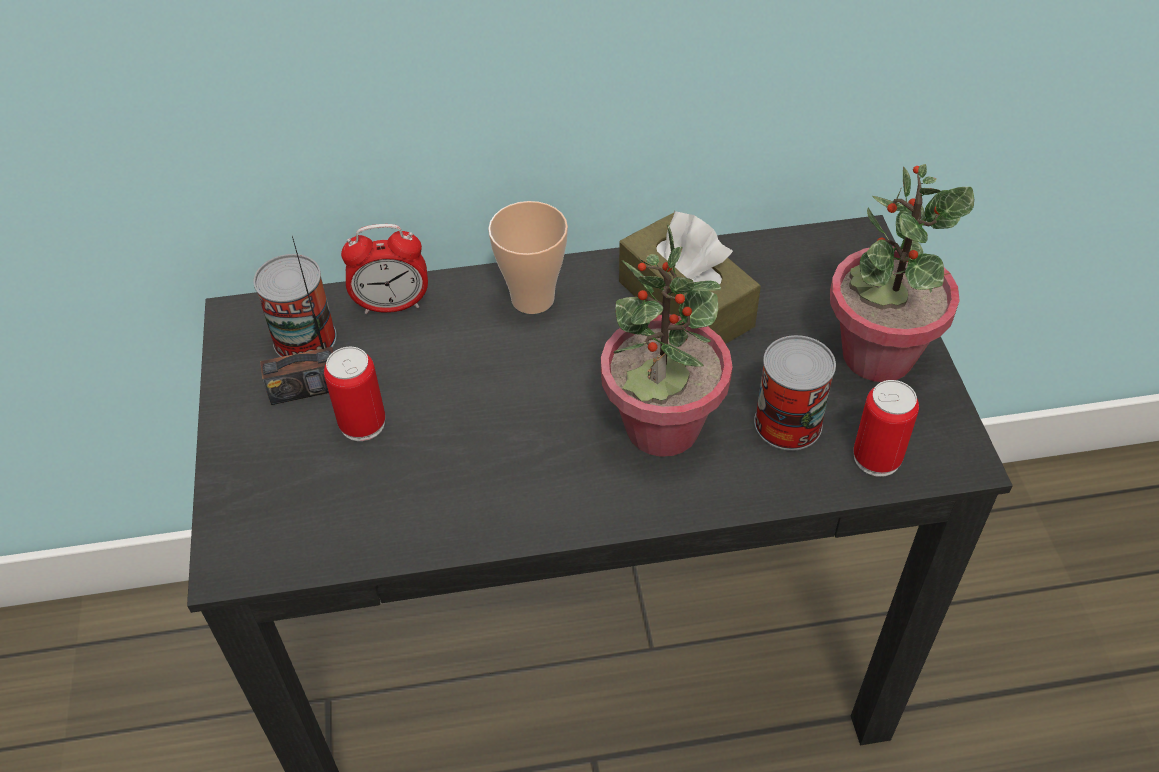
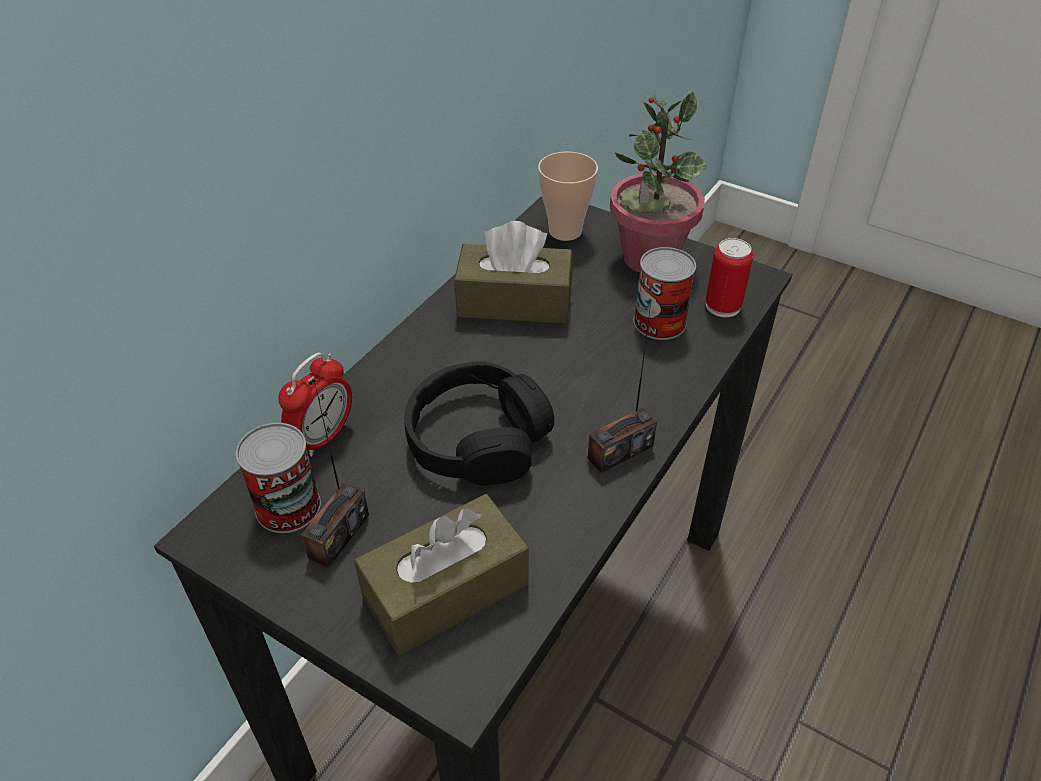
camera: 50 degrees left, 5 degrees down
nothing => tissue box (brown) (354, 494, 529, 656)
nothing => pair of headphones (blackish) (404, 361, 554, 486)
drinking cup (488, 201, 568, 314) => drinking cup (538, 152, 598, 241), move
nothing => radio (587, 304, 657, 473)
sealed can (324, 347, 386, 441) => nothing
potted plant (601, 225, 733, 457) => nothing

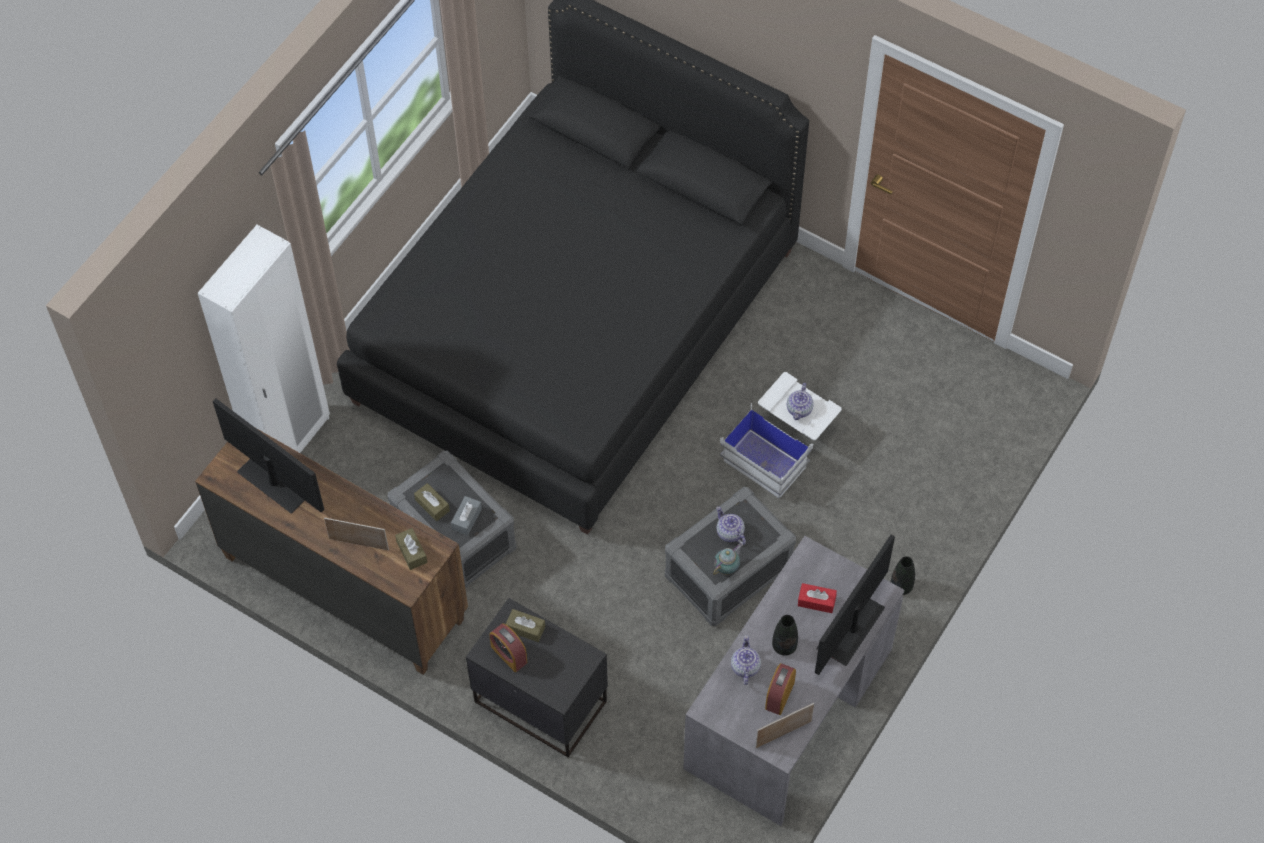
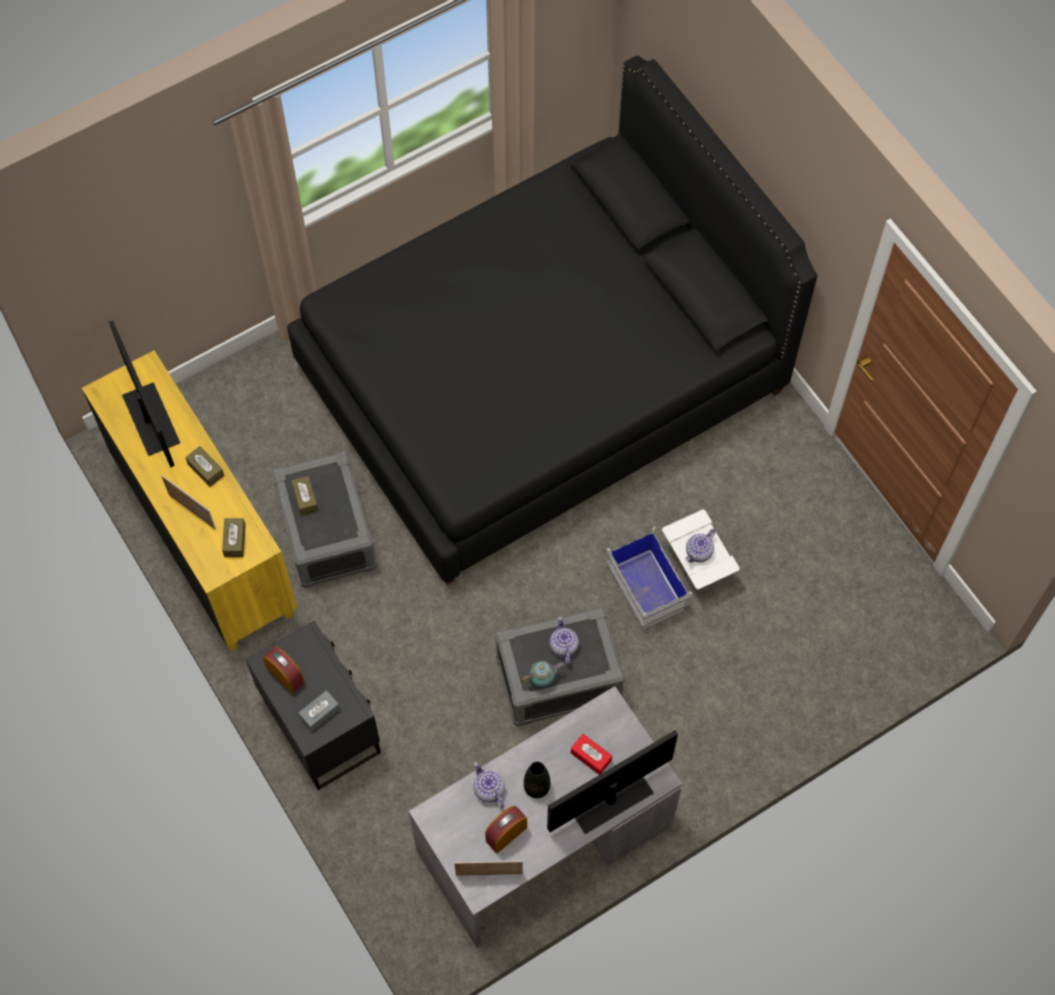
camera: 25 degrees right, 5 degrees up
chest of drawers (brown) (195, 428, 468, 675) => chest of drawers (yellow) (82, 350, 297, 652)
tissue box (brown) (506, 609, 545, 642) => tissue box (brown) (185, 446, 224, 487), move
alarm clock (490, 623, 527, 672) => alarm clock (263, 646, 305, 694), 150 degrees clockwise
tissue box (greyish) (451, 496, 482, 536) => tissue box (greyish) (298, 690, 340, 732), move
teapot (731, 635, 761, 685) => teapot (473, 762, 505, 808), 60 degrees counterclockwise
wardrobe (whitish) (198, 225, 330, 453) => nothing
vase (blackish) (891, 556, 915, 595) => nothing

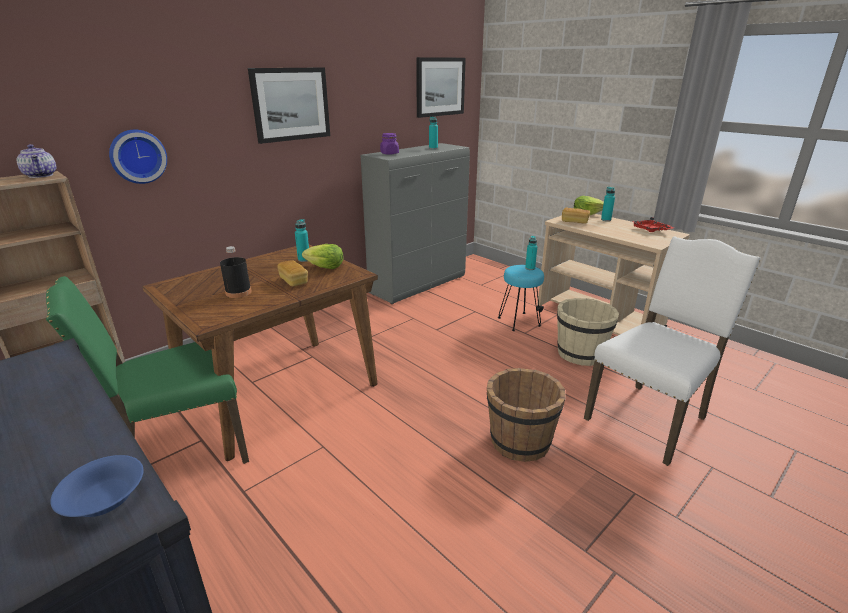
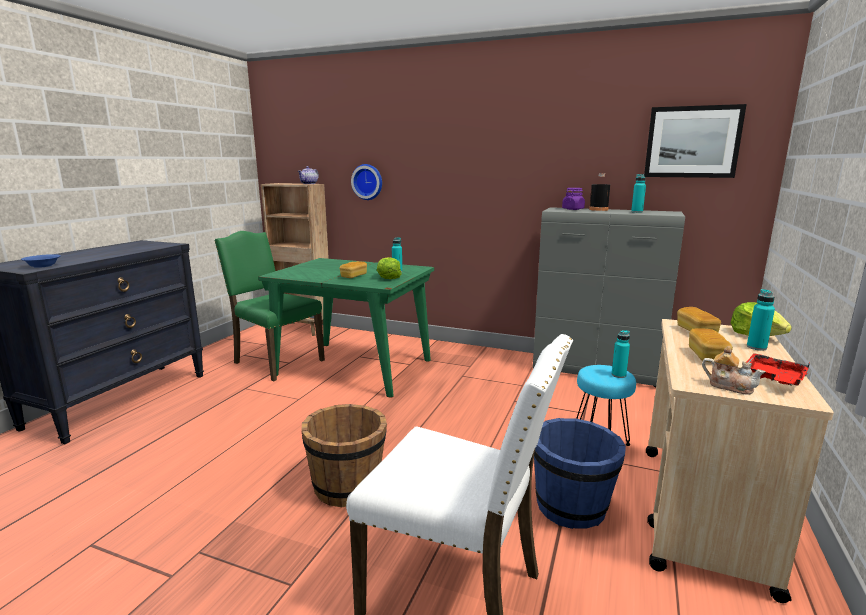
camera: 65 degrees right, 10 degrees down
kitchen table (brown) (142, 245, 378, 461) => kitchen table (greenish) (258, 258, 434, 398)
water bucket (sand-coloured) (557, 298, 619, 366) => water bucket (blue) (534, 418, 626, 529)
bottle (blackish) (220, 246, 252, 298) => bottle (blackish) (589, 173, 610, 211), move
nothing => bakery bread (689, 328, 733, 362)
nothing => teapot (702, 346, 765, 395)
wall art (248, 67, 330, 144) => nothing

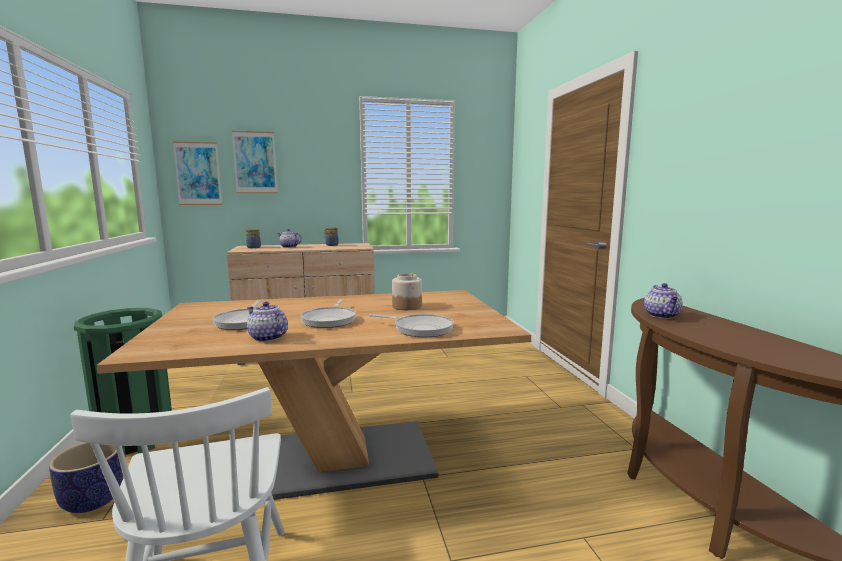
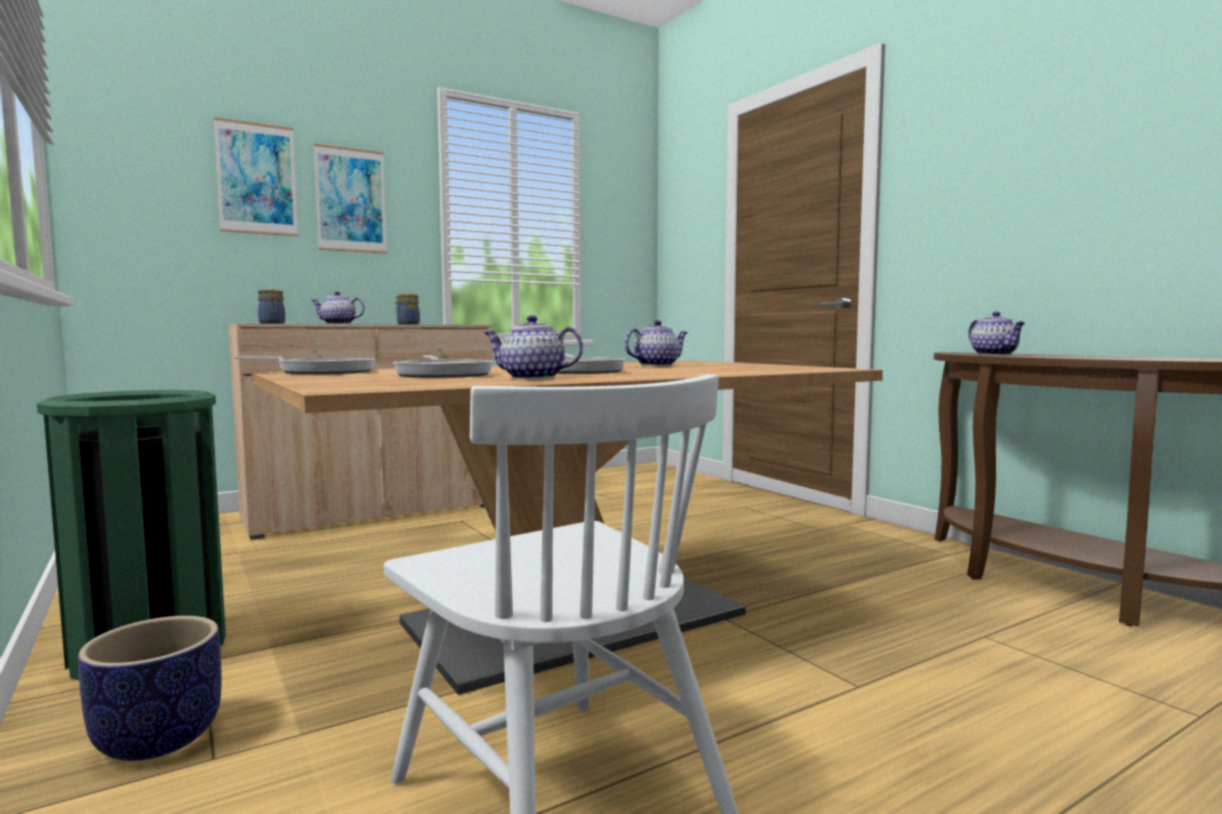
camera: 20 degrees left, 5 degrees down
frying pan (369, 314, 454, 338) => frying pan (233, 357, 375, 374), move
wall art (173, 142, 222, 205) => wall art (314, 144, 387, 254), move
jar (392, 273, 422, 310) => teapot (624, 320, 688, 366)

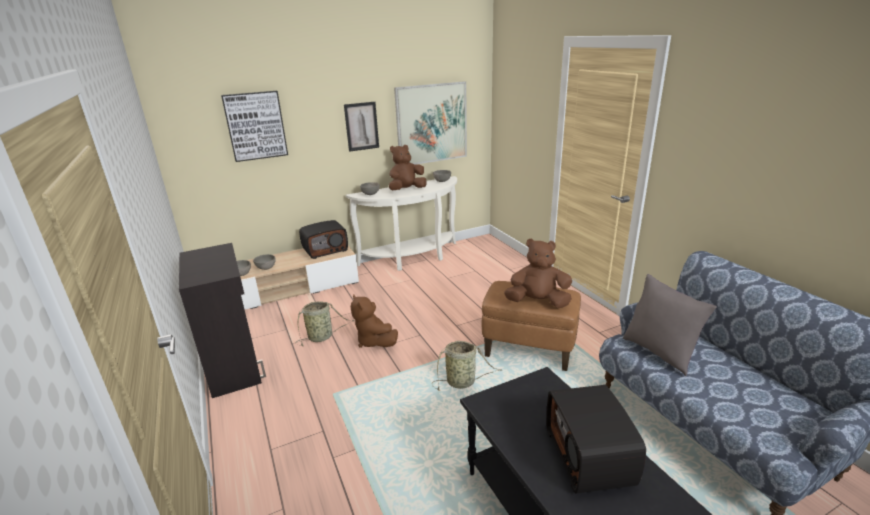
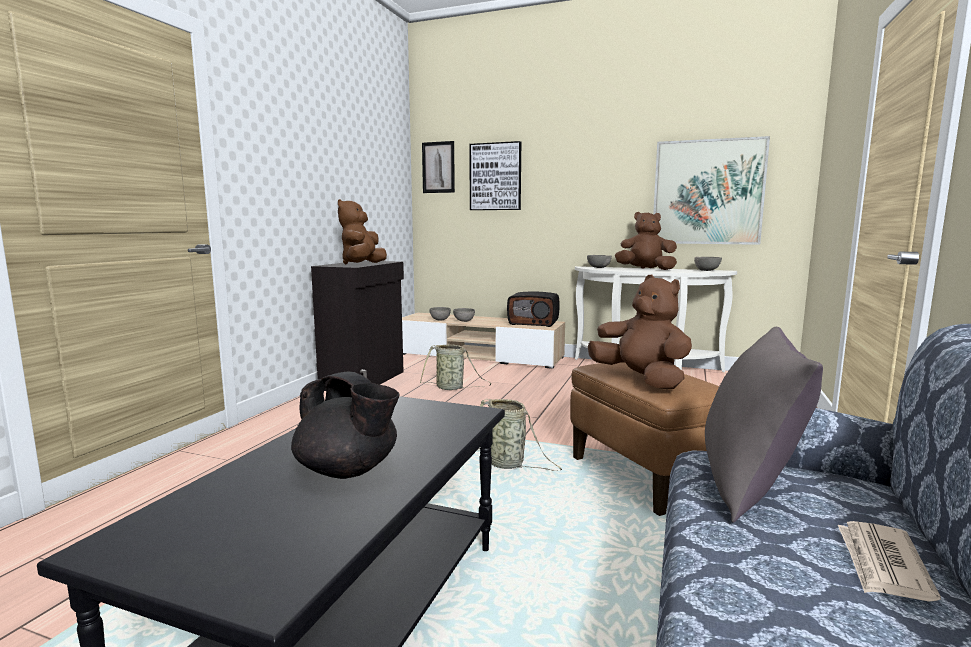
camera: 45 degrees right, 15 degrees down
radio (546, 385, 646, 494) => teapot (blackish) (291, 372, 399, 479)
cuddly toy (brown) (351, 295, 398, 348) => cuddly toy (brown) (338, 199, 387, 264), move
wall art (344, 102, 379, 152) => wall art (422, 141, 455, 193), move
nothing => newspaper (838, 521, 941, 602)

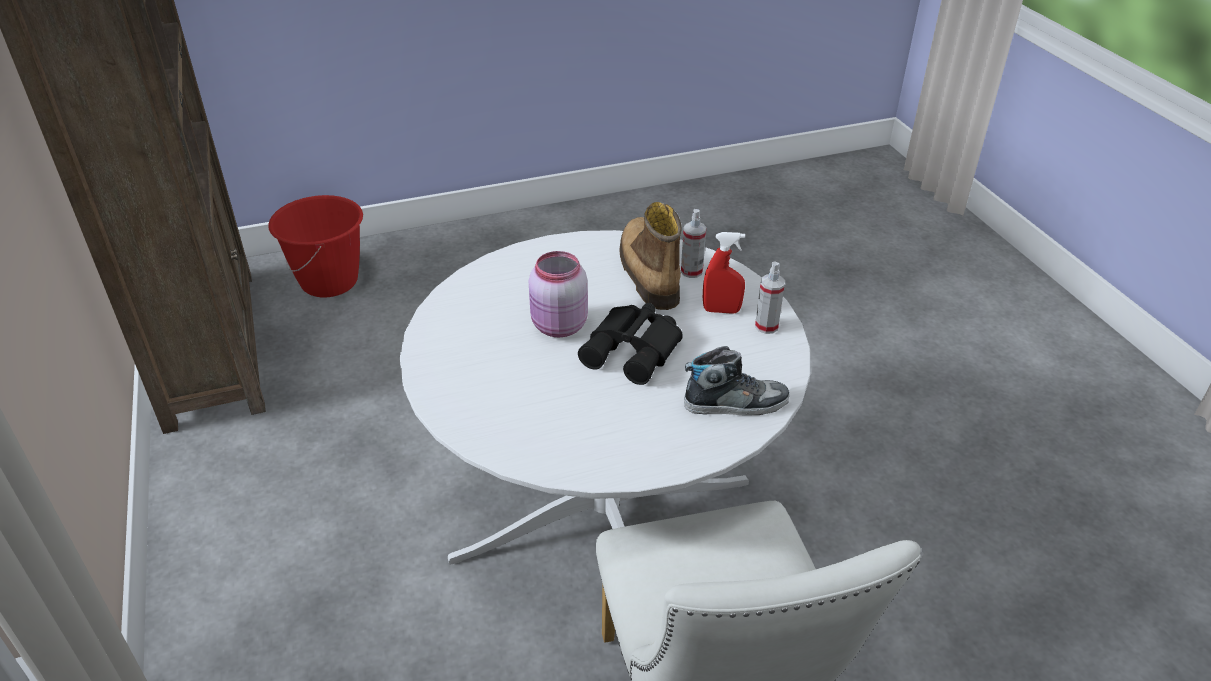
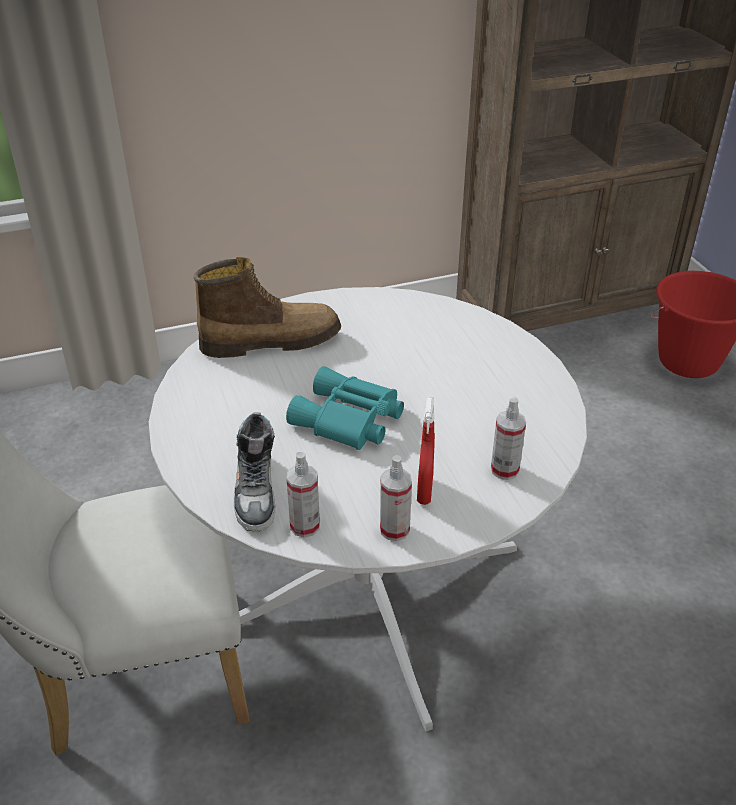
camera: 90 degrees right, 0 degrees up
boot (619, 202, 682, 310) => boot (193, 257, 341, 358), move
pair of binoculars (blackish) (578, 303, 683, 385) => pair of binoculars (turquoise-coloured) (286, 366, 404, 450)
nothing => spray bottle (286, 452, 320, 538)
jar (pink-coloured) (529, 251, 588, 337) => nothing

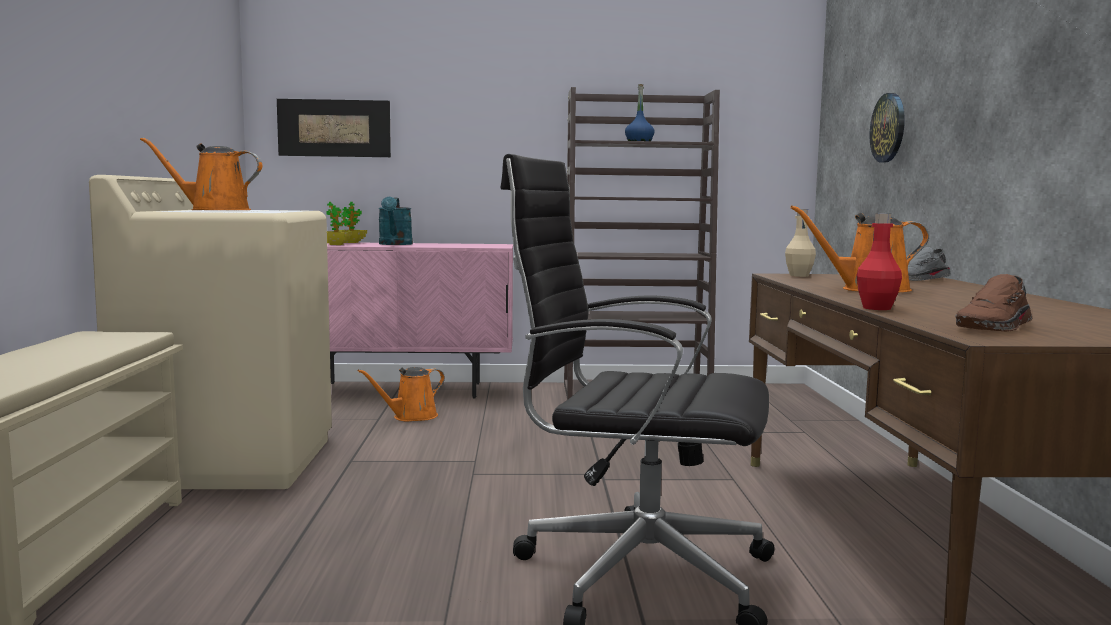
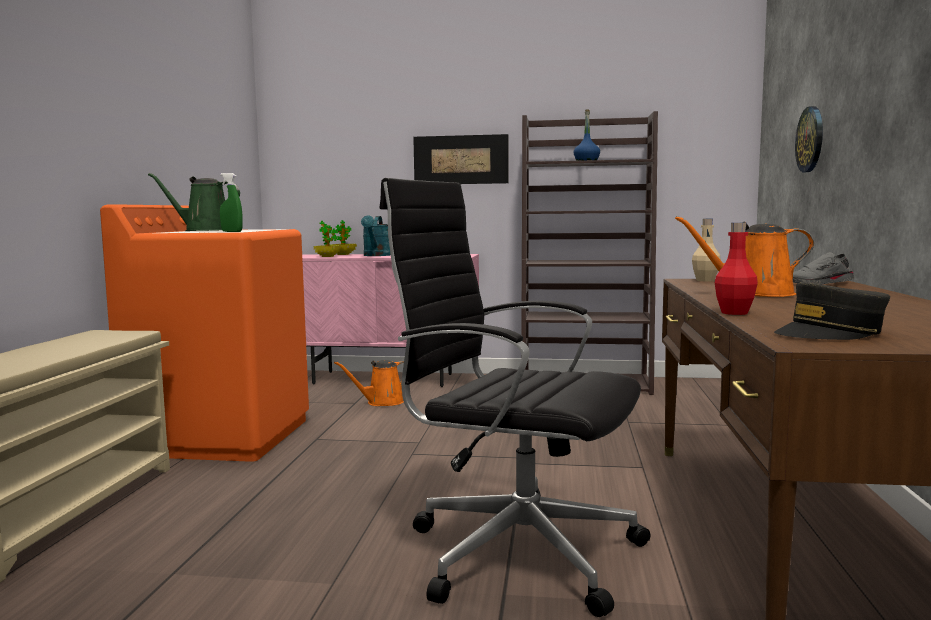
camera: 10 degrees right, 0 degrees up
laundry machine (sand-coloured) (89, 175, 332, 489) => laundry machine (orangey) (100, 204, 309, 462)
watering pot (orangey) (140, 137, 263, 210) => watering pot (greenish) (148, 173, 240, 231)
nothing => spray bottle (greenish) (220, 173, 243, 232)
wall art (277, 99, 391, 157) => wall art (413, 134, 509, 184), move
shoe (brown) (955, 274, 1032, 332) => baseball cap (greyish) (774, 282, 890, 340)

